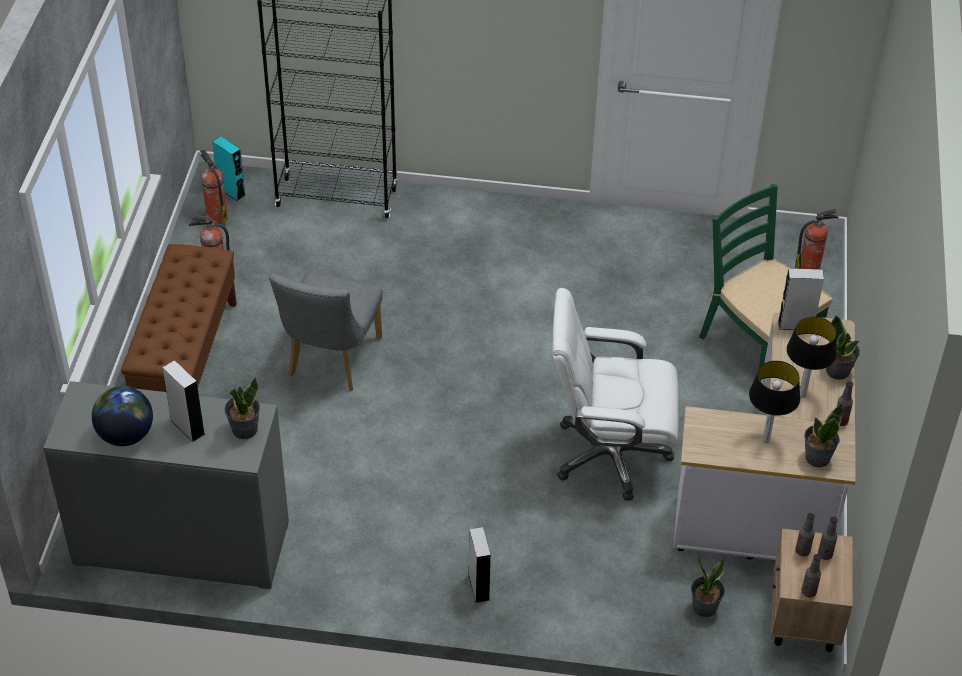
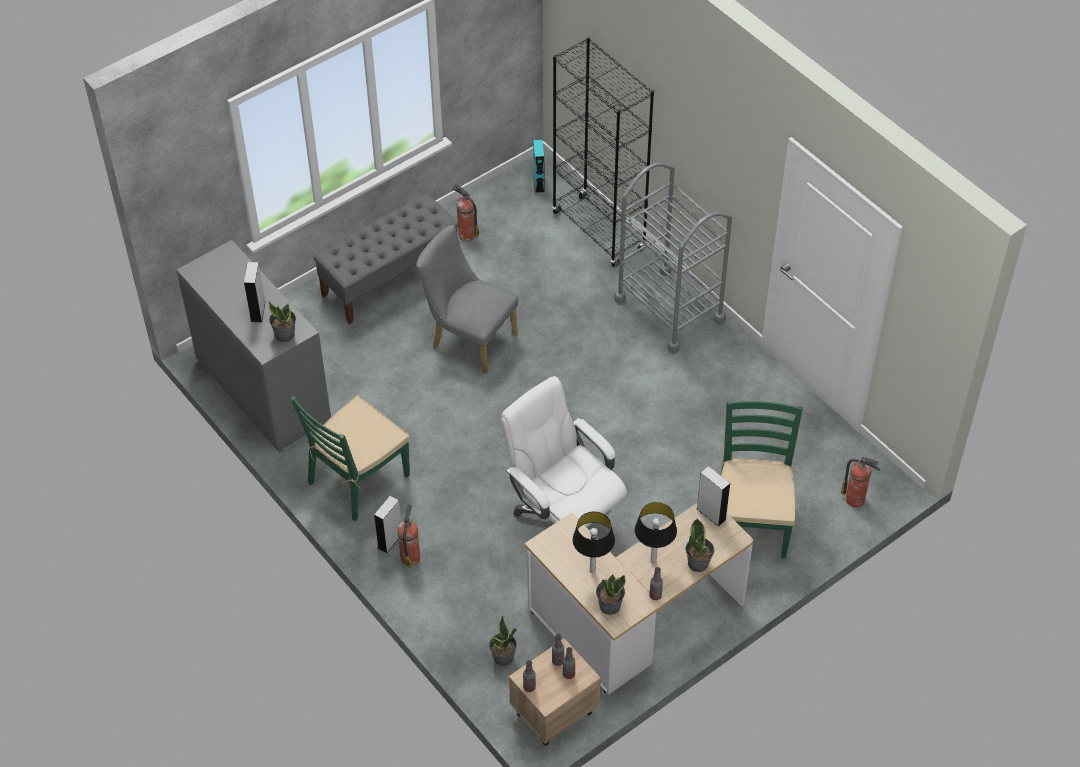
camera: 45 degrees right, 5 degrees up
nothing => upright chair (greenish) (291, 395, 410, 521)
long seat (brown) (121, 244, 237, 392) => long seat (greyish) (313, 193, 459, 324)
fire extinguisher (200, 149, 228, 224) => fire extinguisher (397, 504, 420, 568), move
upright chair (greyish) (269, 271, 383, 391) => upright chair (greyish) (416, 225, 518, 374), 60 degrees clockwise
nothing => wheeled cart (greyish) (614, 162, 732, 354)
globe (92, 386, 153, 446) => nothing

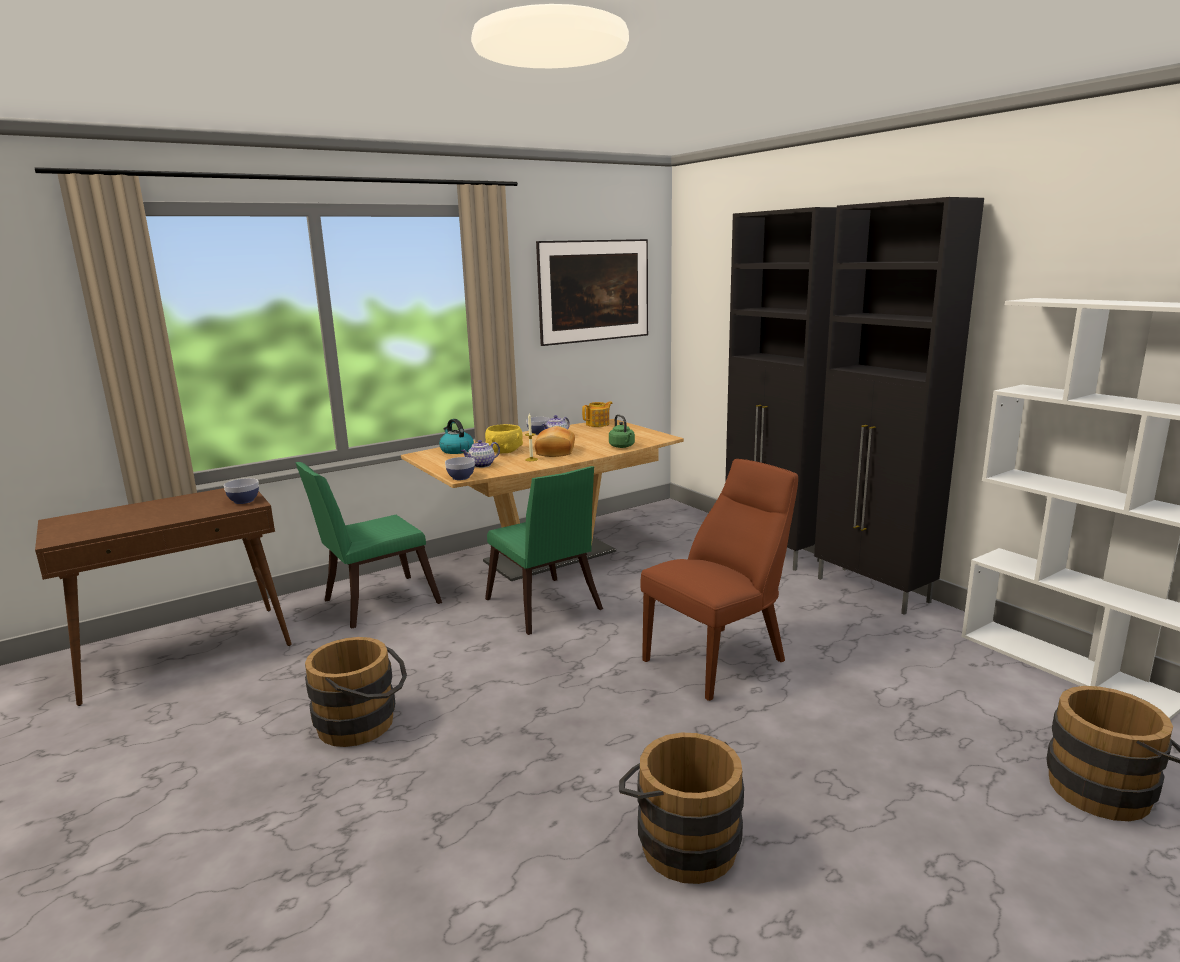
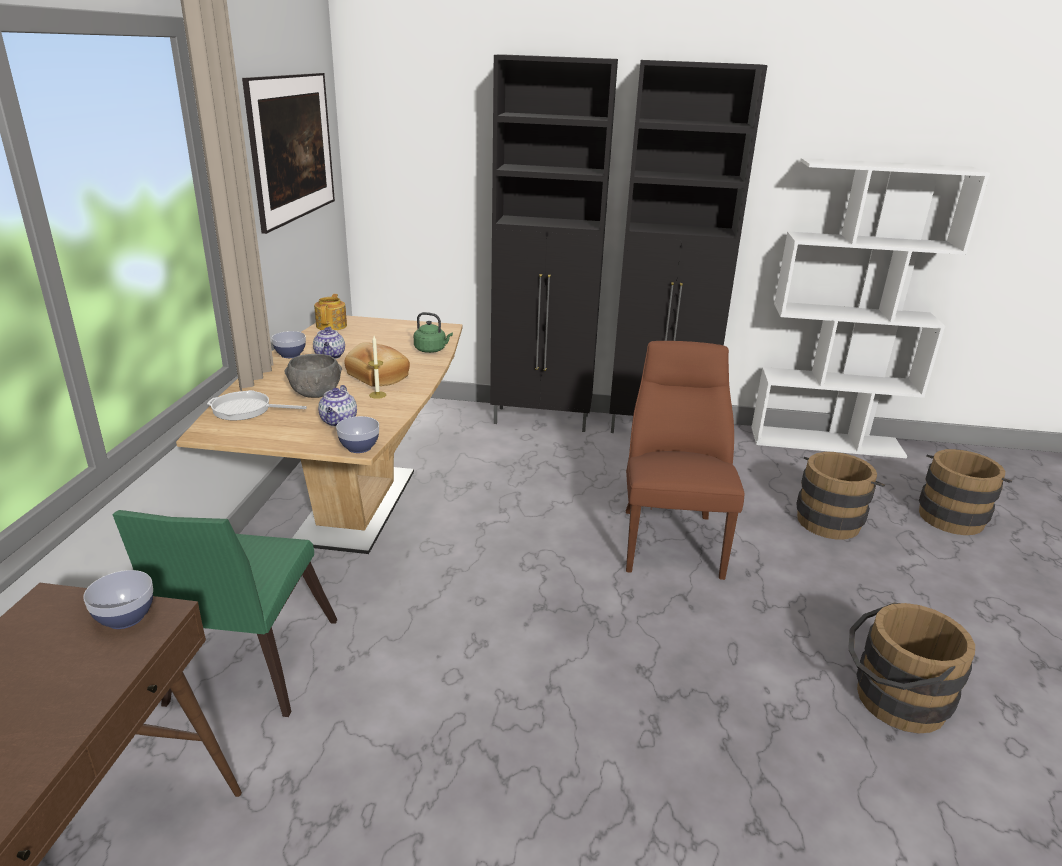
camera: 50 degrees left, 10 degrees up
kettle (439, 419, 474, 454) => frying pan (207, 390, 307, 420)
bowl (yellow) (485, 424, 523, 453) => bowl (greyish) (285, 354, 342, 398)
water bucket (brown) (305, 637, 407, 747) => water bucket (brown) (796, 452, 885, 539), move
upright chair (greenish) (485, 466, 603, 635) => nothing

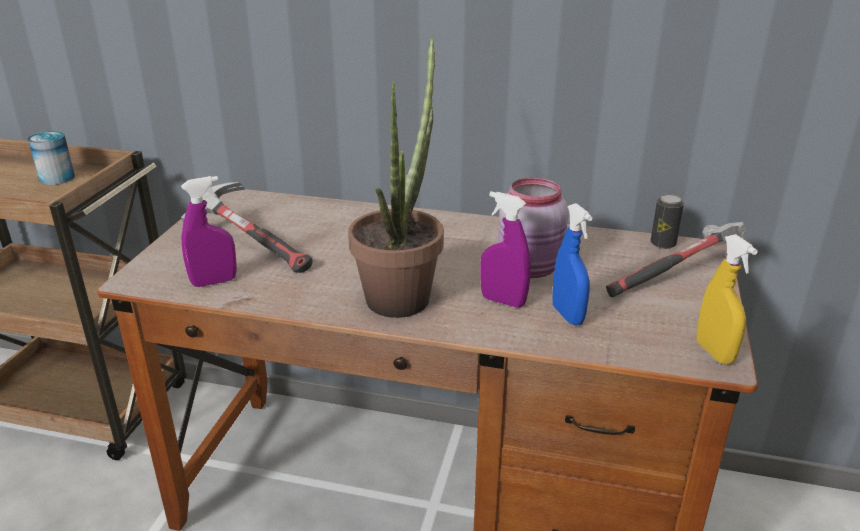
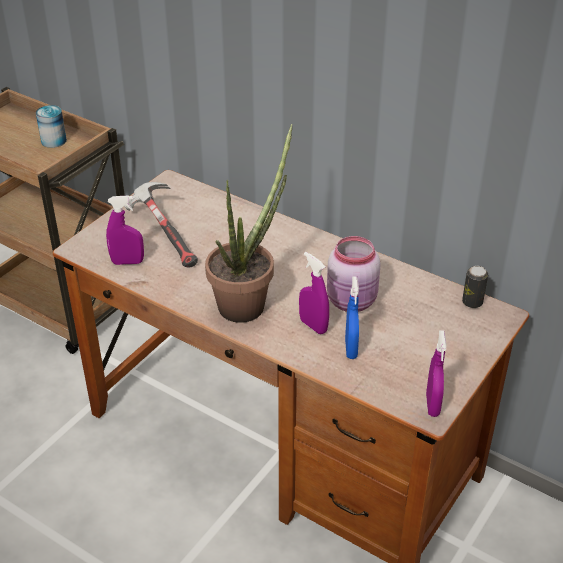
camera: 20 degrees right, 10 degrees up
spray bottle (yellow) (697, 234, 758, 365) => spray bottle (purple) (426, 330, 447, 417)
hand hammer (606, 222, 747, 297) => nothing

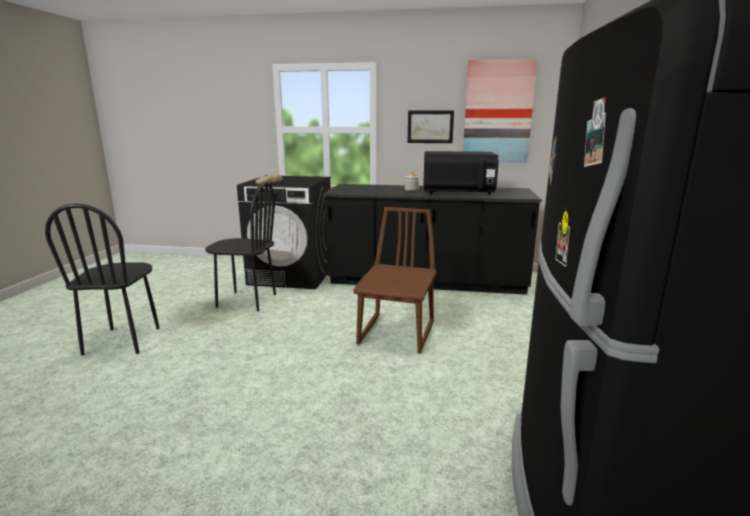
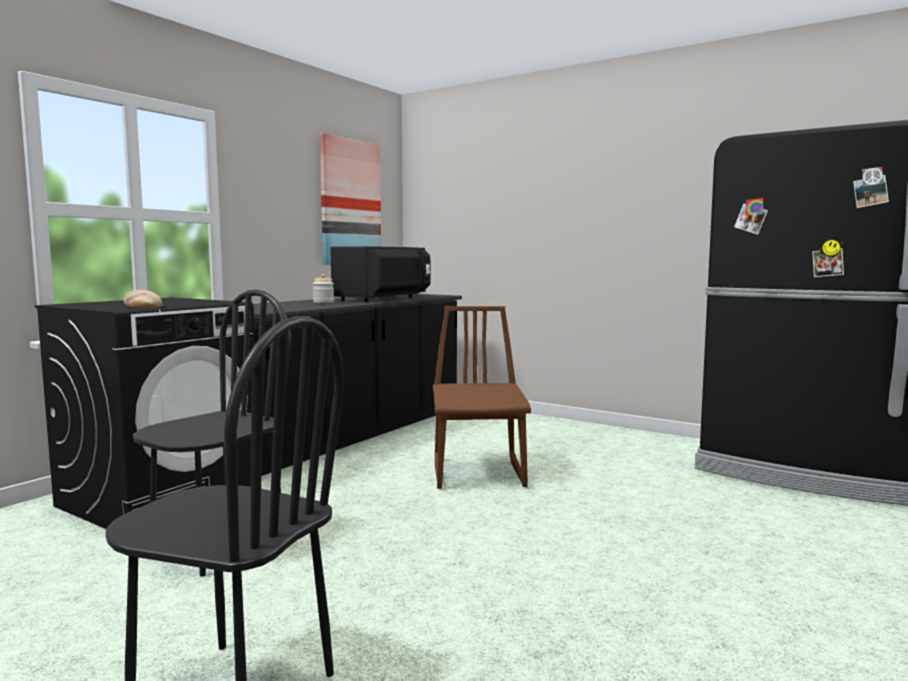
camera: 65 degrees left, 10 degrees down
upright chair (brown) (353, 207, 437, 354) => upright chair (brown) (433, 306, 531, 489), 45 degrees clockwise
wall art (408, 110, 454, 143) => nothing

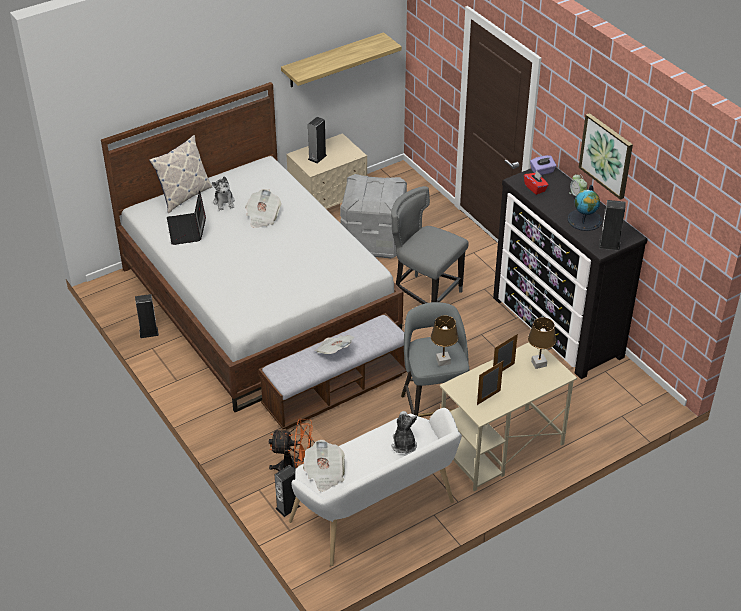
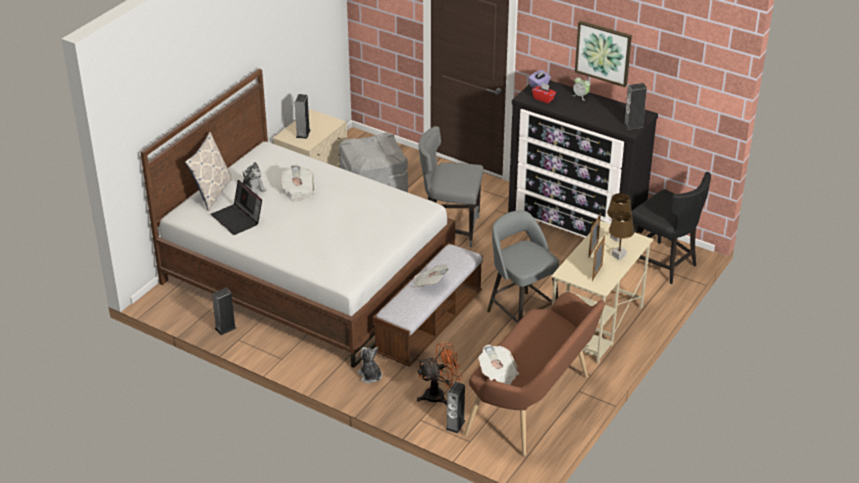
camera: 25 degrees left, 5 degrees down
cuddly toy (391, 411, 417, 454) => cuddly toy (357, 347, 382, 384), move
long seat (whitish) (289, 408, 462, 566) => long seat (brown) (464, 292, 605, 456)
tabletop lamp (brown) (431, 315, 458, 366) => tabletop lamp (brown) (609, 211, 634, 260), move
nothing => upright chair (blackish) (632, 172, 711, 284)
bracket shelf (281, 32, 402, 87) => nothing
globe (567, 185, 602, 231) => nothing

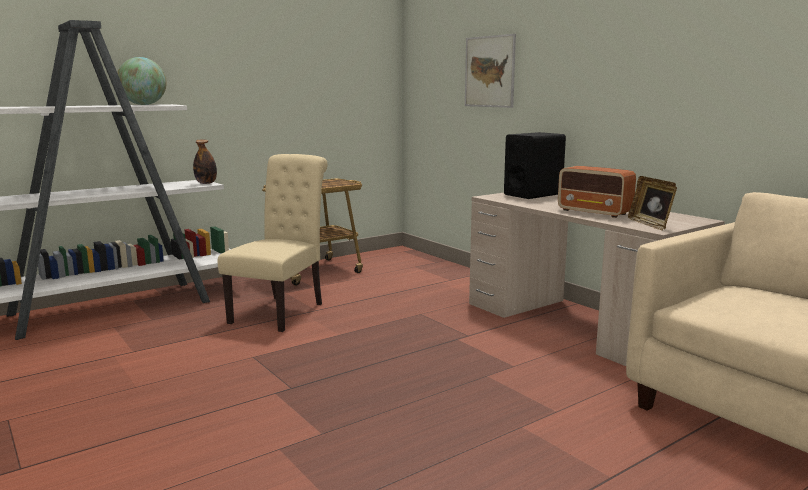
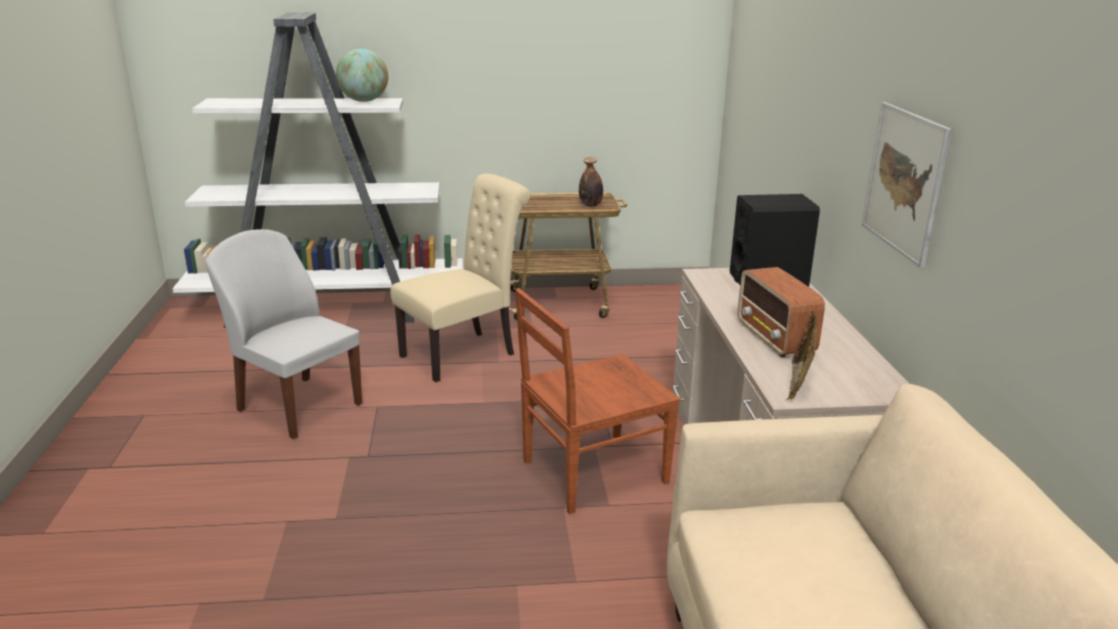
camera: 30 degrees right, 10 degrees up
nothing => upright chair (whitish) (205, 229, 362, 439)
nothing => upright chair (brown) (515, 288, 681, 514)
bottle (193, 139, 217, 184) => bottle (579, 157, 603, 207), move
wall art (465, 34, 516, 108) => wall art (862, 102, 952, 268), move

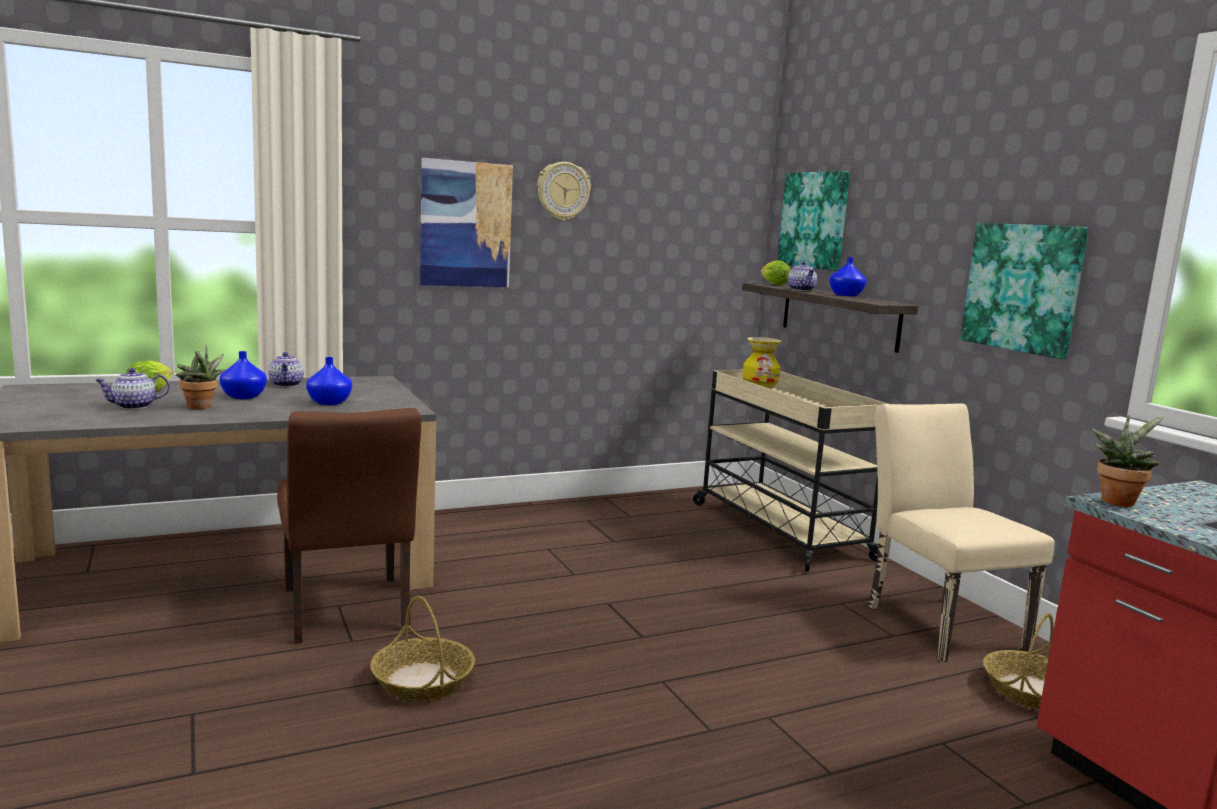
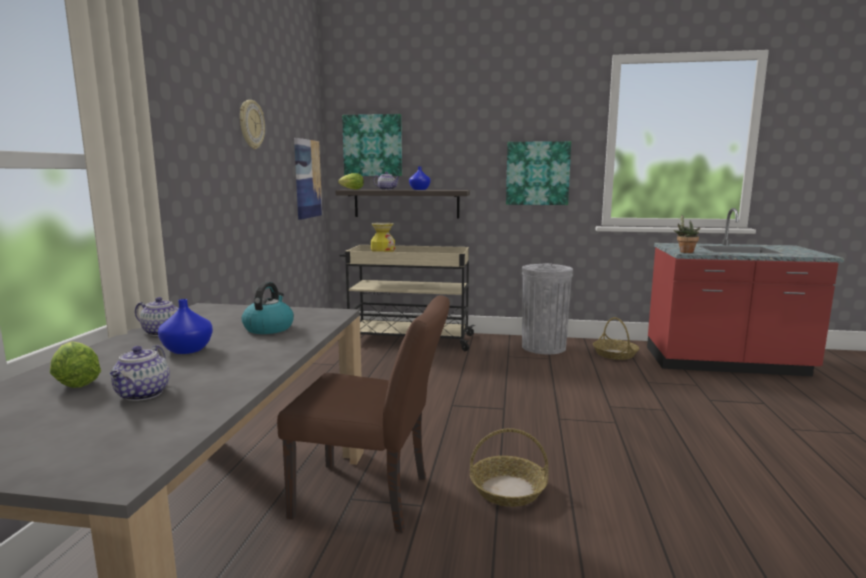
camera: 55 degrees left, 0 degrees up
vase (blue) (306, 357, 352, 405) => kettle (242, 282, 294, 334)
wall art (420, 158, 513, 287) => wall art (294, 138, 322, 220), move
upright chair (sand-coloured) (868, 403, 1054, 662) => waste bin (greyish) (522, 263, 573, 354)
potted plant (176, 346, 226, 409) => nothing

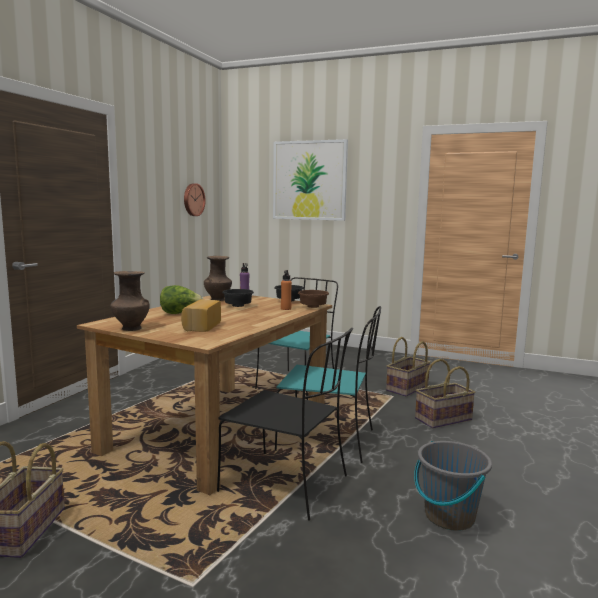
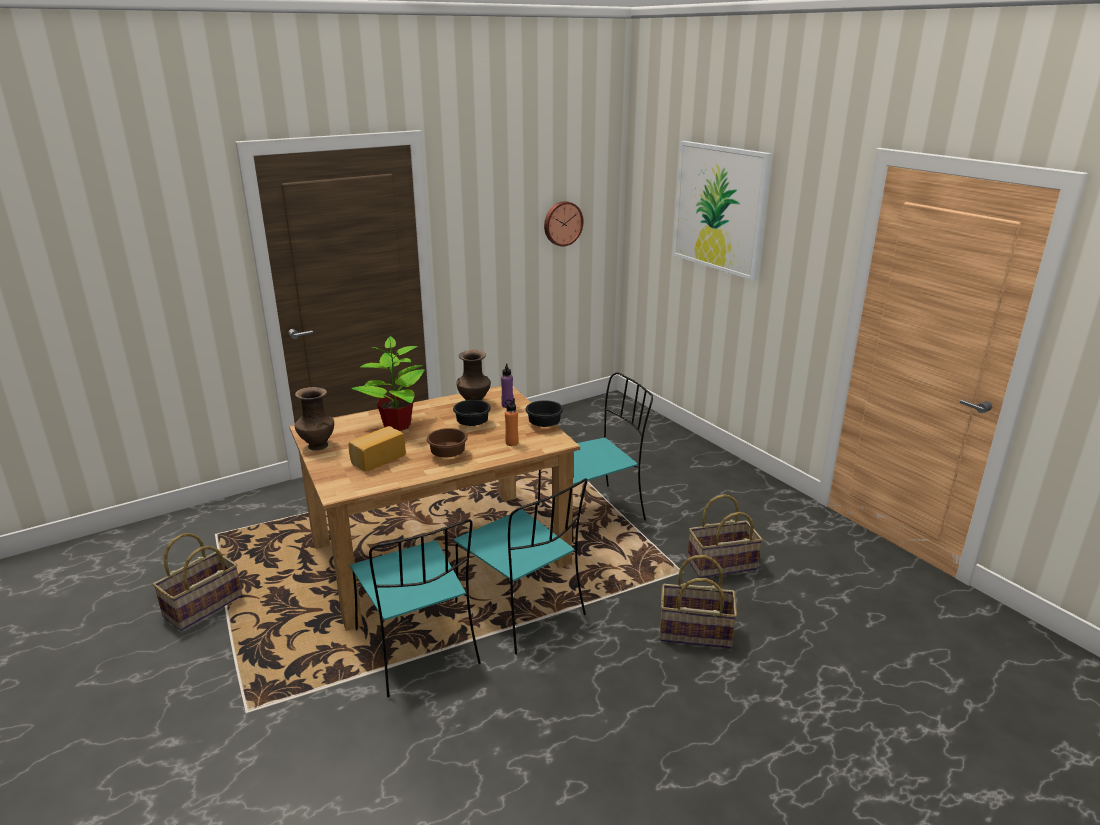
camera: 35 degrees right, 15 degrees up
upright chair (blackish) (217, 328, 353, 521) => upright chair (turquoise-coloured) (350, 519, 481, 697)
head of lettuce (160, 285, 203, 314) => potted plant (351, 336, 424, 431)
bowl (brown) (298, 290, 329, 308) => bowl (brown) (426, 428, 468, 457), move
water bucket (greyish) (414, 441, 492, 531) => nothing

